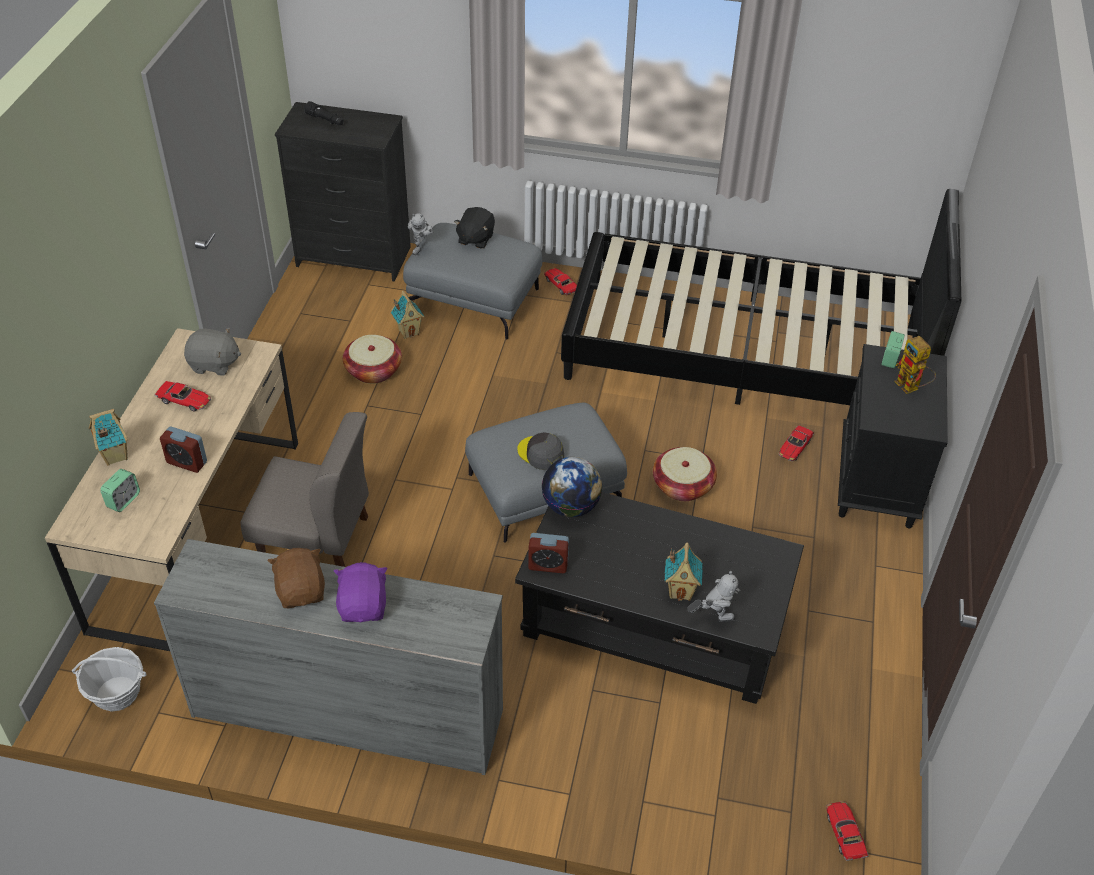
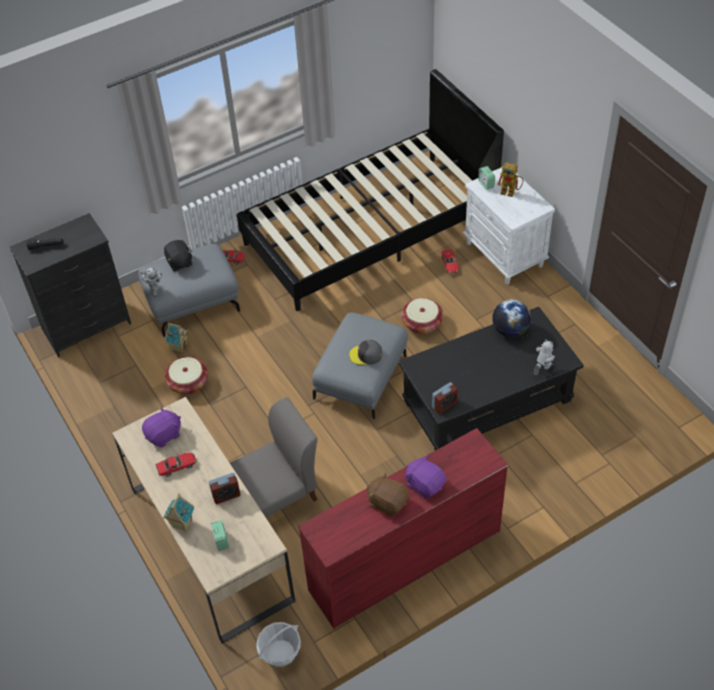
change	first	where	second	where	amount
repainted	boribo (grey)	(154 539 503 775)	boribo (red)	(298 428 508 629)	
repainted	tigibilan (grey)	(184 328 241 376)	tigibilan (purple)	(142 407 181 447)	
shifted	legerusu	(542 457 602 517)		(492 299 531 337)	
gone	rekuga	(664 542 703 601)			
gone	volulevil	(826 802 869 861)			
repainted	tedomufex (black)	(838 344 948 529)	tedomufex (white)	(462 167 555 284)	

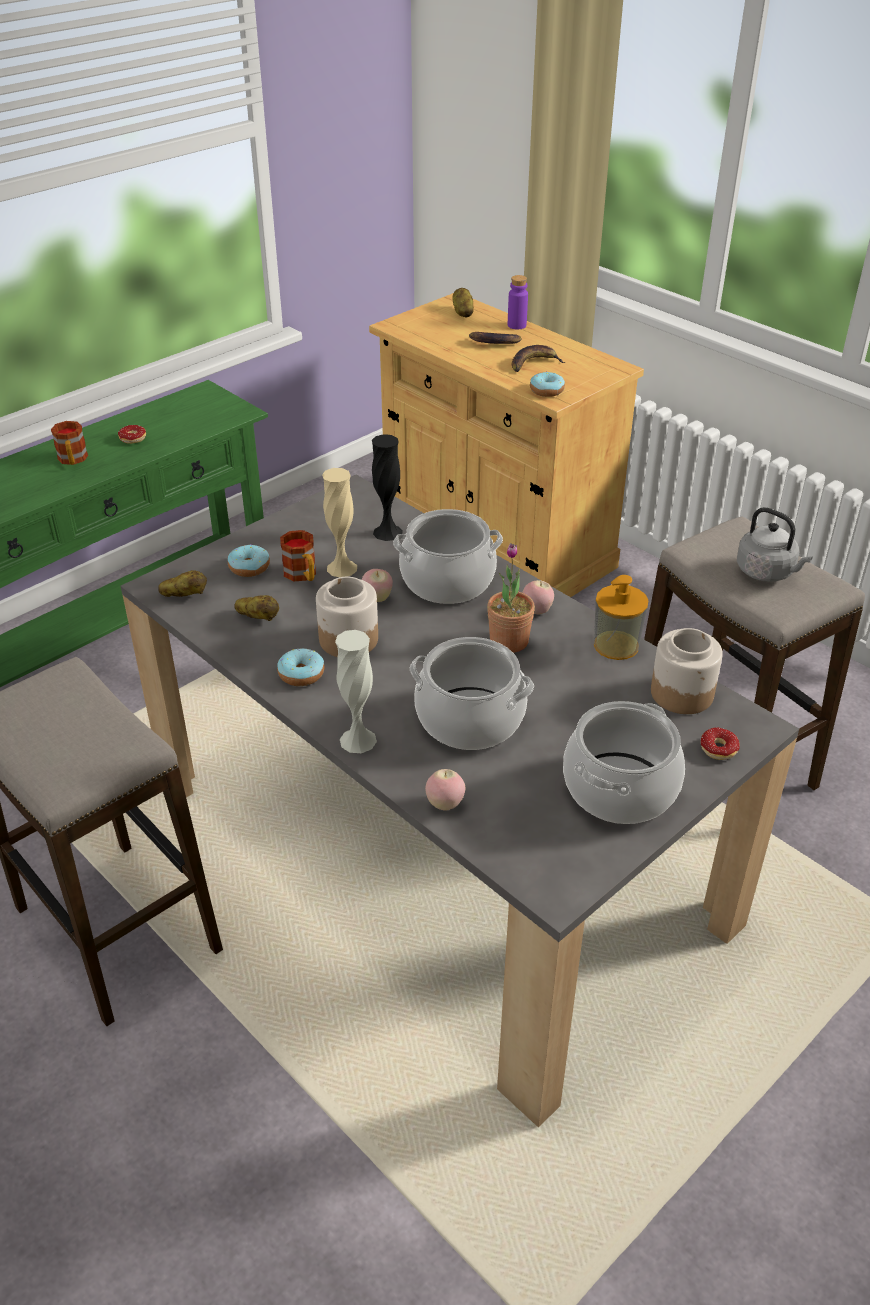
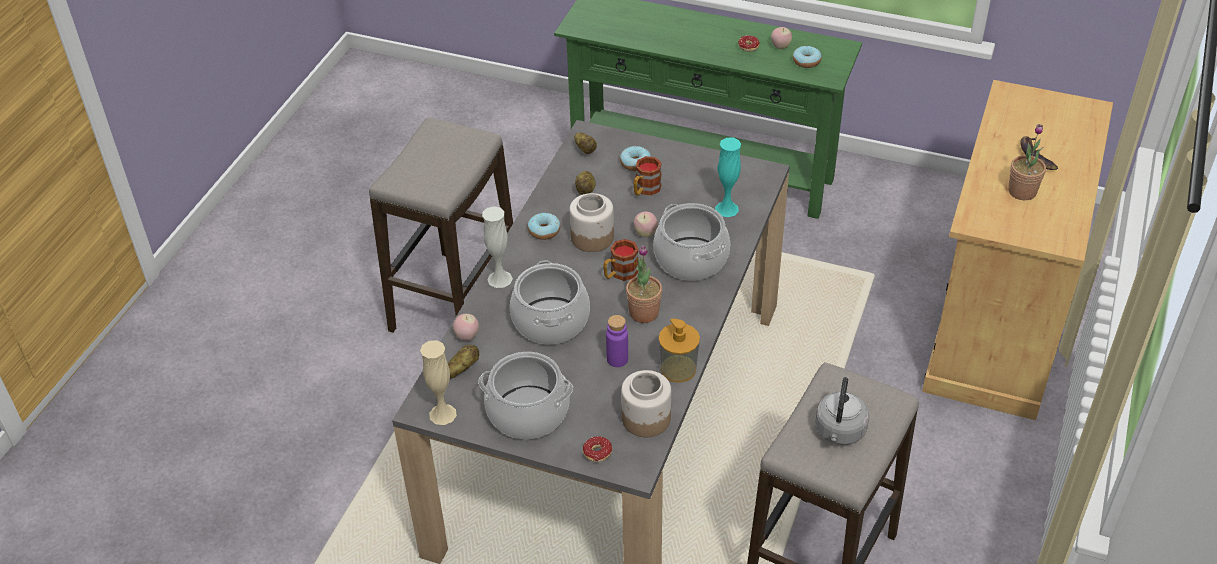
change	first	where	second	where	amount
shifted	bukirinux	(51 421 88 465)		(603 239 638 281)	
shifted	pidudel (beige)	(322 468 357 577)		(420 340 457 425)	
repainted	pidudel (black)	(372 434 403 541)	pidudel (turquoise)	(715 138 741 217)	
shifted	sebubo	(452 288 474 318)		(448 345 479 378)	
shifted	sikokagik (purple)	(508 275 528 330)		(606 315 628 367)	
swapped	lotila	(512 345 565 372)	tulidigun	(1008 124 1046 200)	
shifted	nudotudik	(522 580 554 614)		(771 27 792 49)	
shifted	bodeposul	(530 371 565 397)		(793 46 822 68)	

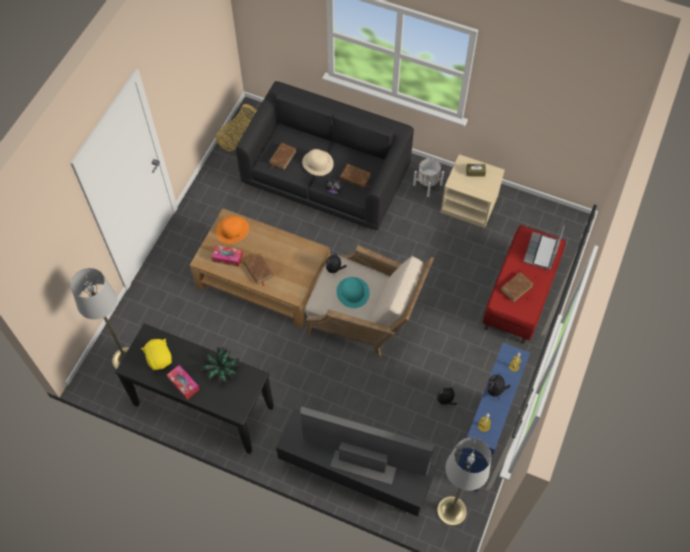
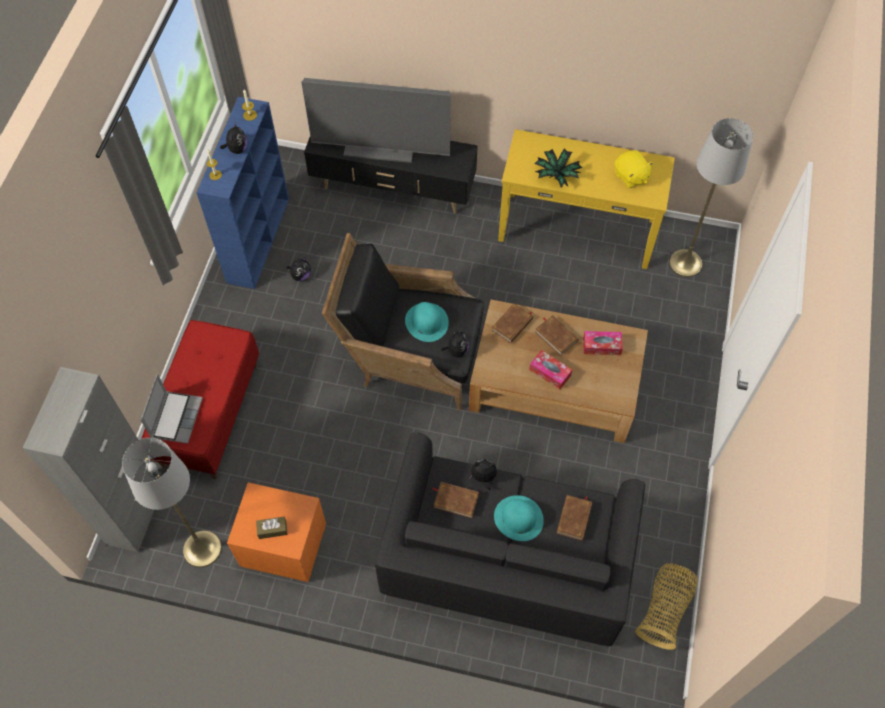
change	first	where	second	where	amount
repainted	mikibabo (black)	(115 324 274 454)	mikibabo (yellow)	(498 129 675 269)	
shifted	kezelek	(167 365 200 400)		(529 350 572 389)	
gone	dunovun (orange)	(216 216 249 244)			
repainted	dunovun (beige)	(302 149 334 176)	dunovun (turquoise)	(494 495 544 541)	
repainted	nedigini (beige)	(306 245 434 357)	nedigini (black)	(322 233 484 410)	
gone	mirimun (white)	(413 158 444 197)			
shifted	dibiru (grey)	(437 437 491 526)		(122 438 222 568)	
repainted	tedomufex (beige)	(440 154 505 228)	tedomufex (orange)	(227 482 326 582)	
shifted	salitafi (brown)	(500 272 534 302)		(492 303 533 344)	
new			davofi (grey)	(23 367 161 552)	

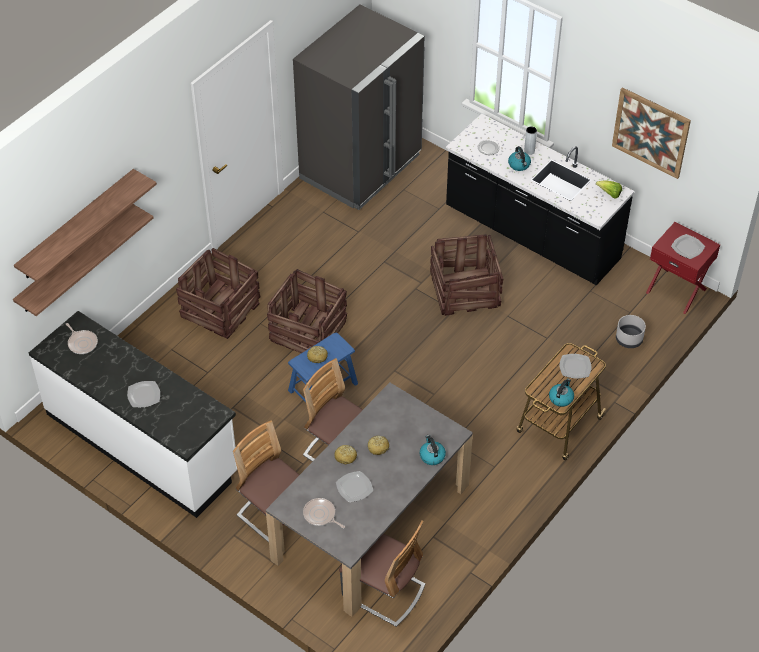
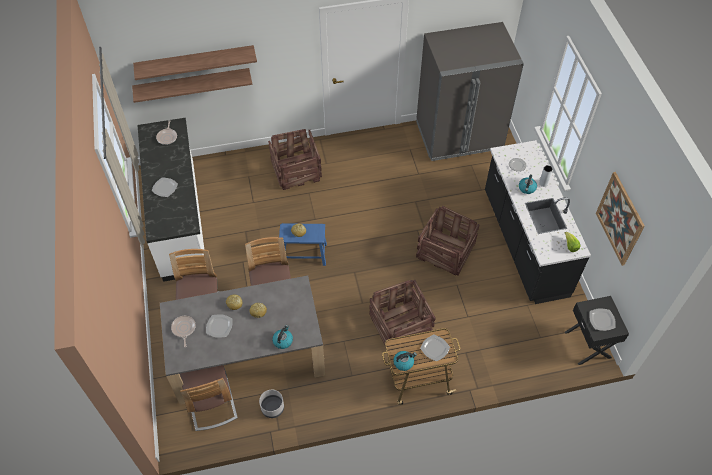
change	first	where	second	where	amount
shifted	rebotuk	(267 269 347 353)		(369 280 436 350)	
shifted	mirimun (grey)	(616 315 646 348)		(259 390 284 418)	
repainted	tedomufex (red)	(646 222 720 314)	tedomufex (black)	(565 296 629 365)	

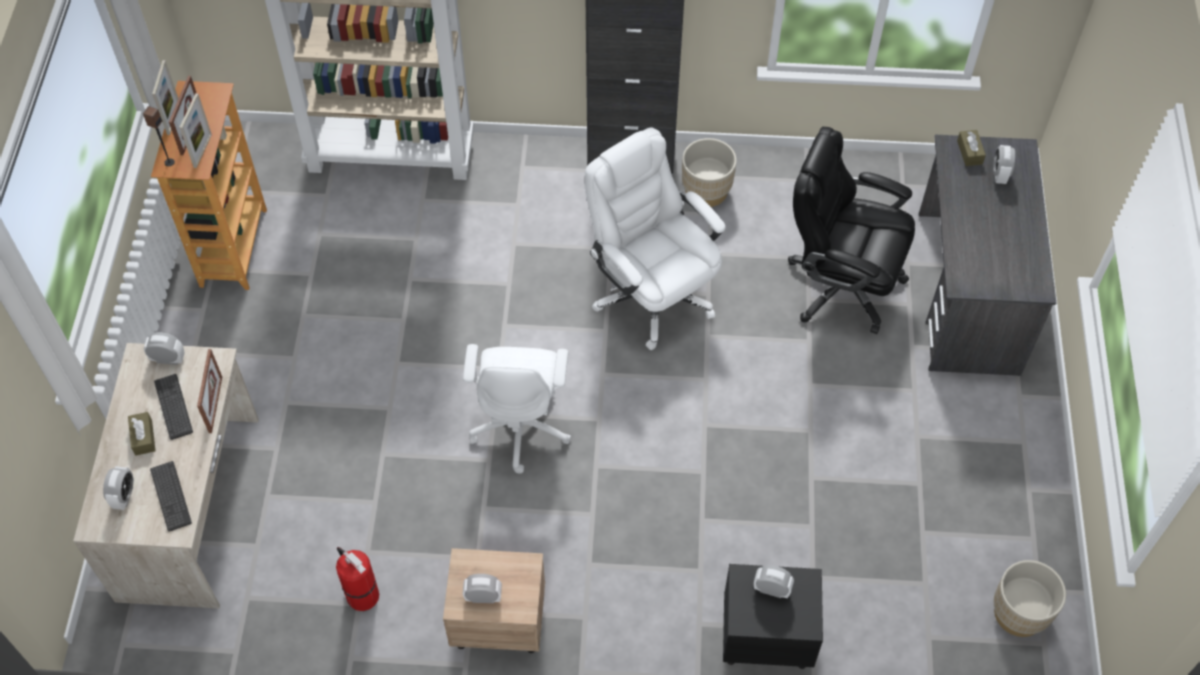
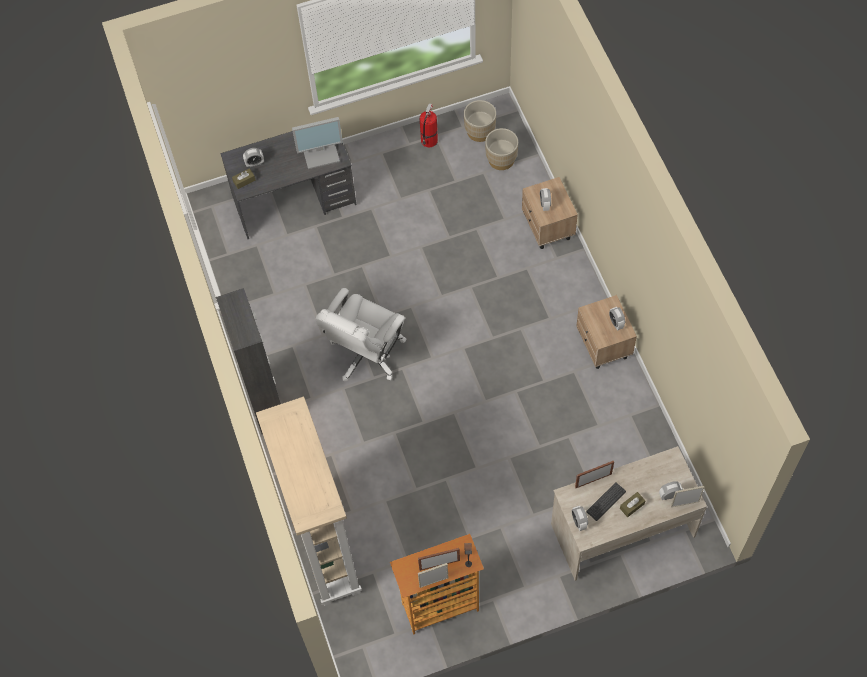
change	first	where	second	where	amount
gone	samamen	(150 461 192 532)			
shifted	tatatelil	(179 93 212 168)		(671 486 704 508)	
shifted	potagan	(336 547 379 611)		(420 104 438 147)	
gone	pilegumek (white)	(463 344 571 474)			
shifted	mirimun (beige)	(682 138 737 207)		(485 128 518 170)	
repainted	tedomufex (black)	(723 564 823 669)	tedomufex (beige)	(522 177 578 249)	
gone	pilegumek (black)	(788 126 915 334)			
new			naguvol	(292 117 343 169)	

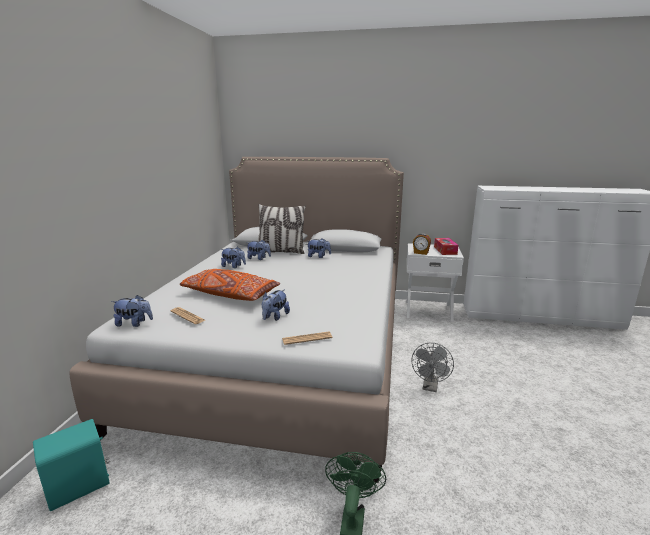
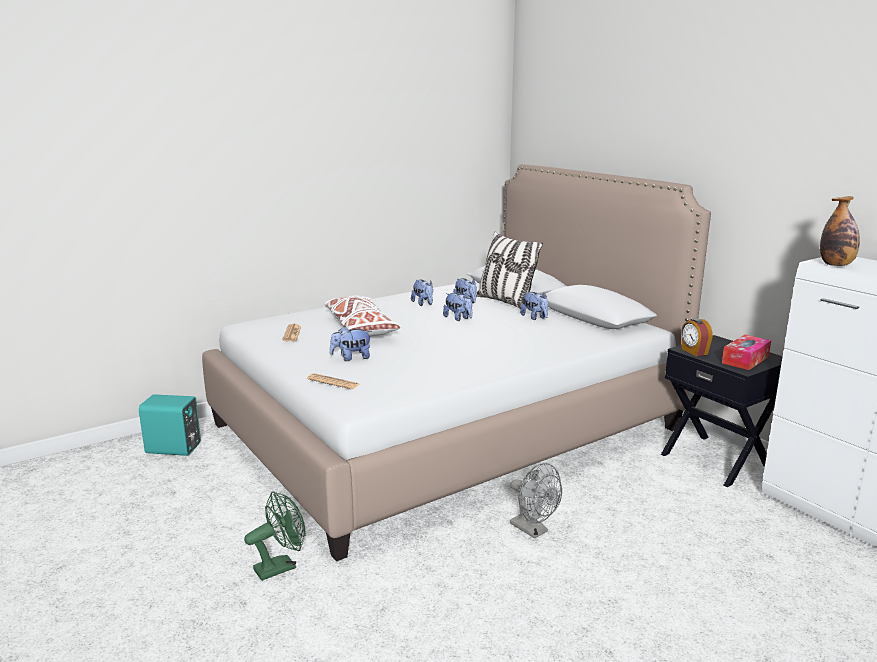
change	first	where	second	where	amount
shifted	tigibilan	(112 295 153 327)		(443 293 472 321)	
repainted	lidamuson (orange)	(180 269 280 301)	lidamuson (white)	(325 296 400 337)	
repainted	tedomufex (white)	(407 243 464 322)	tedomufex (black)	(661 335 783 487)	
rotated	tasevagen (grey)	(411 343 454 392)		(510 463 562 539)	105 degrees counterclockwise
new			sikokagik	(820 196 860 266)	

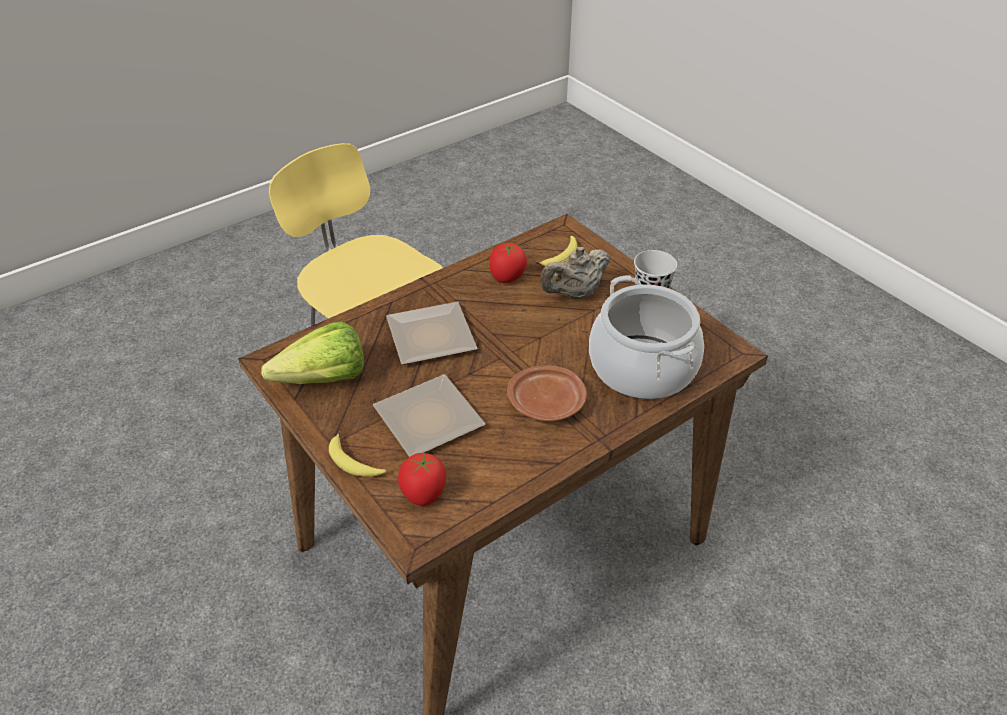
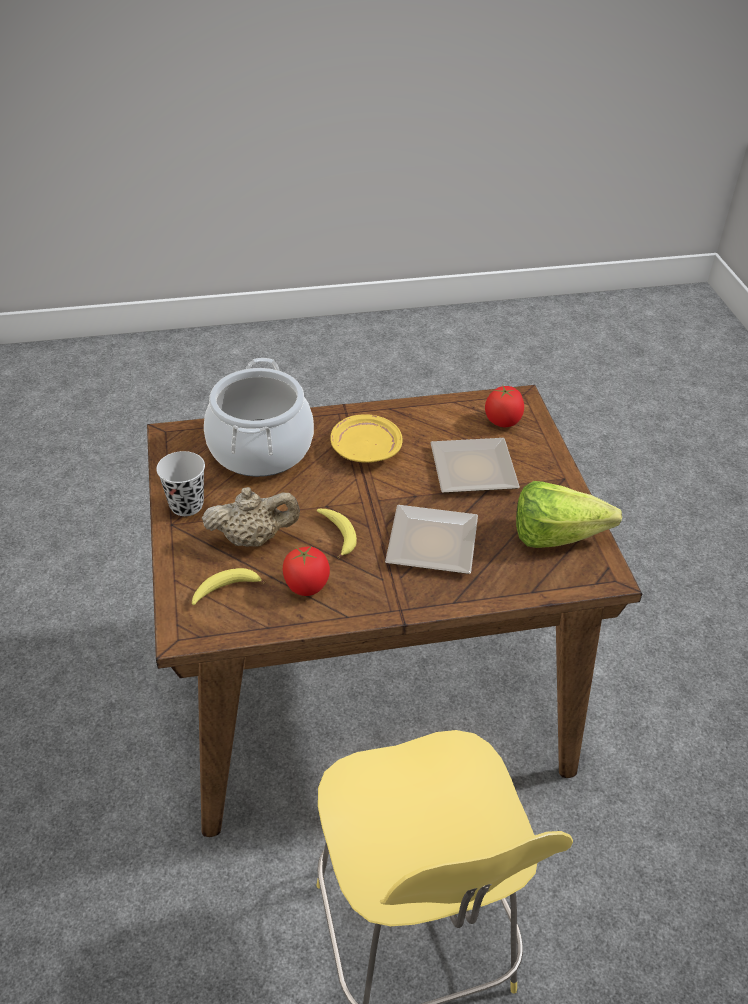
change	first	where	second	where	amount
shifted	lotila	(329 431 386 477)		(317 509 357 558)	
repainted	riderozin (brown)	(507 365 587 421)	riderozin (yellow)	(330 414 402 463)	

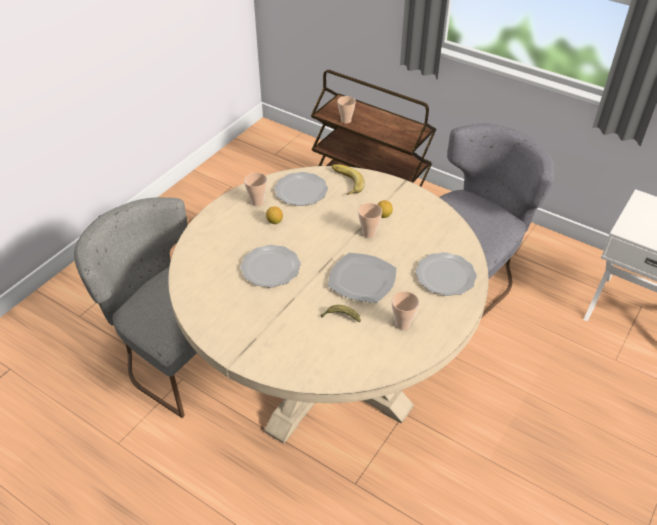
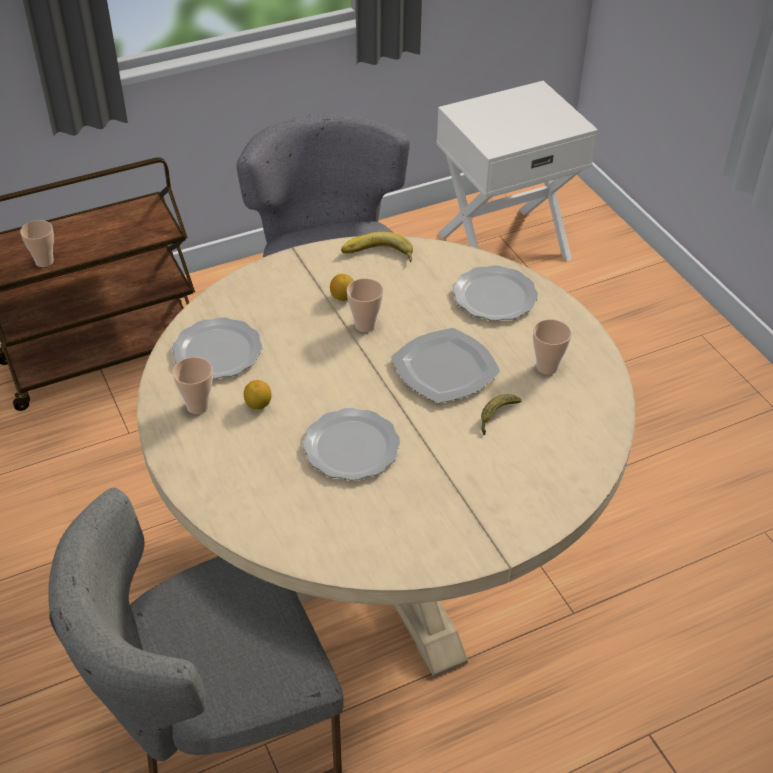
change	first	where	second	where	amount
shifted	lotila	(332 164 365 195)		(341 232 413 262)	

